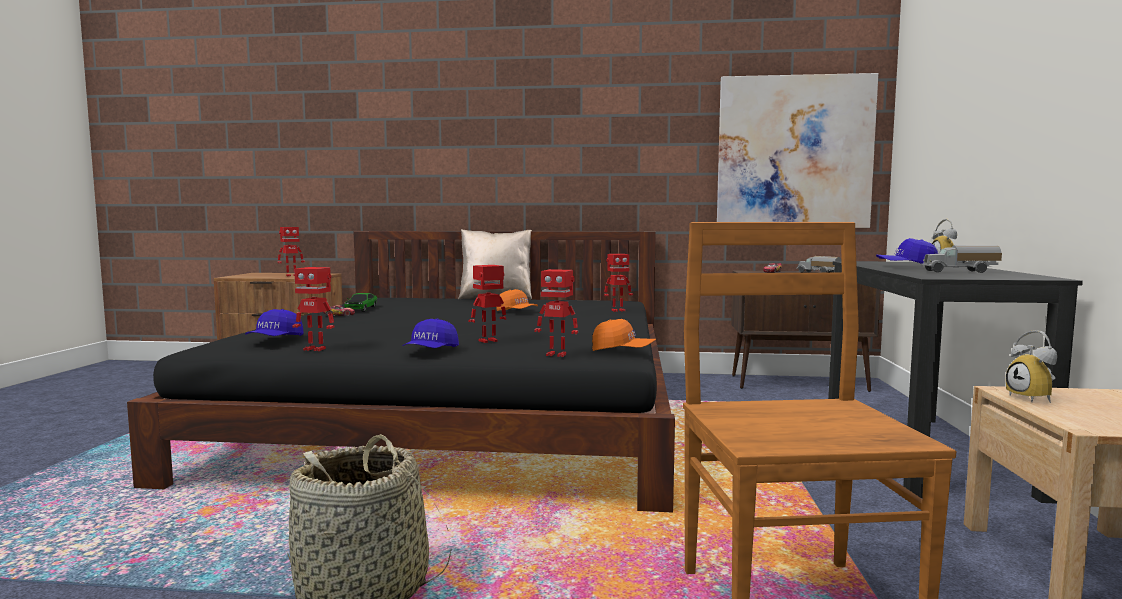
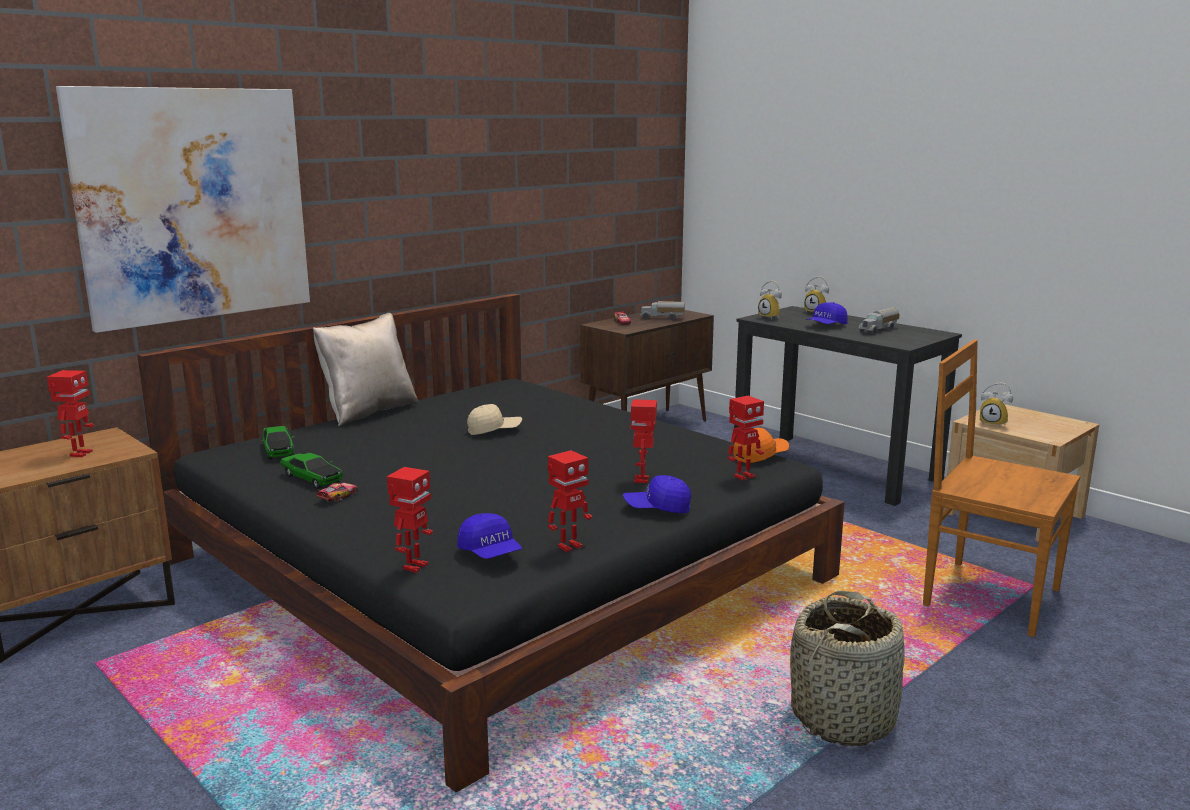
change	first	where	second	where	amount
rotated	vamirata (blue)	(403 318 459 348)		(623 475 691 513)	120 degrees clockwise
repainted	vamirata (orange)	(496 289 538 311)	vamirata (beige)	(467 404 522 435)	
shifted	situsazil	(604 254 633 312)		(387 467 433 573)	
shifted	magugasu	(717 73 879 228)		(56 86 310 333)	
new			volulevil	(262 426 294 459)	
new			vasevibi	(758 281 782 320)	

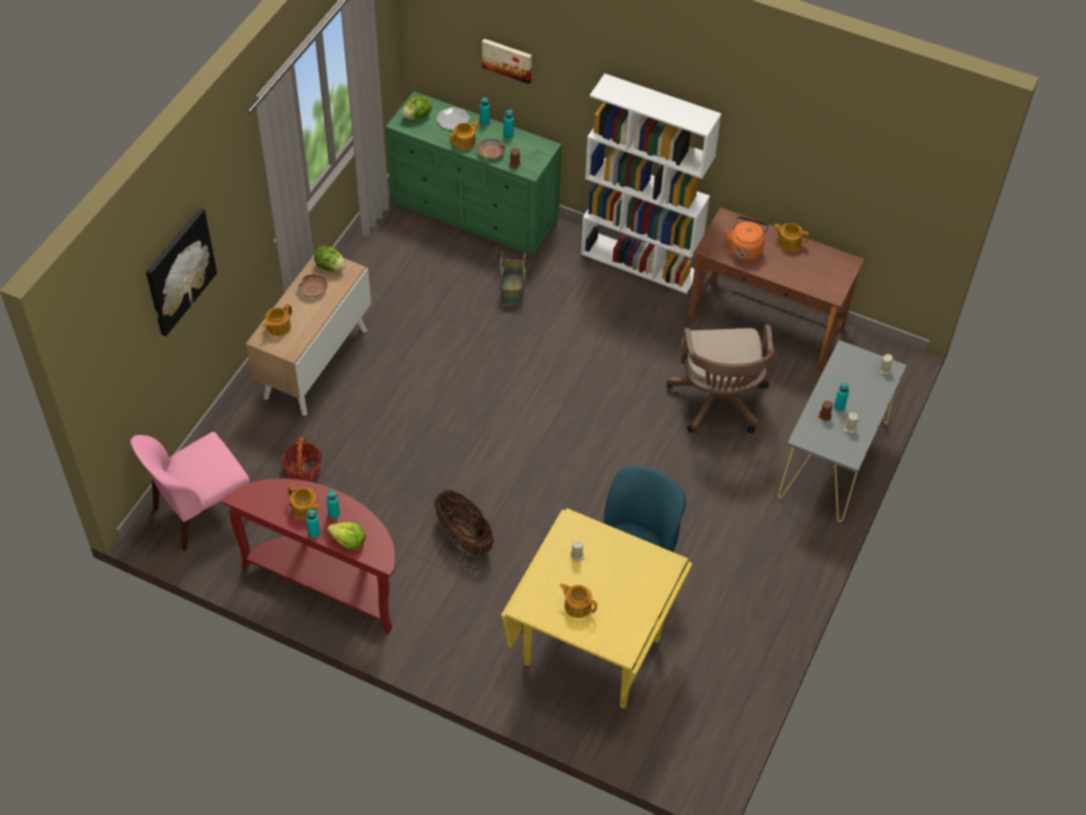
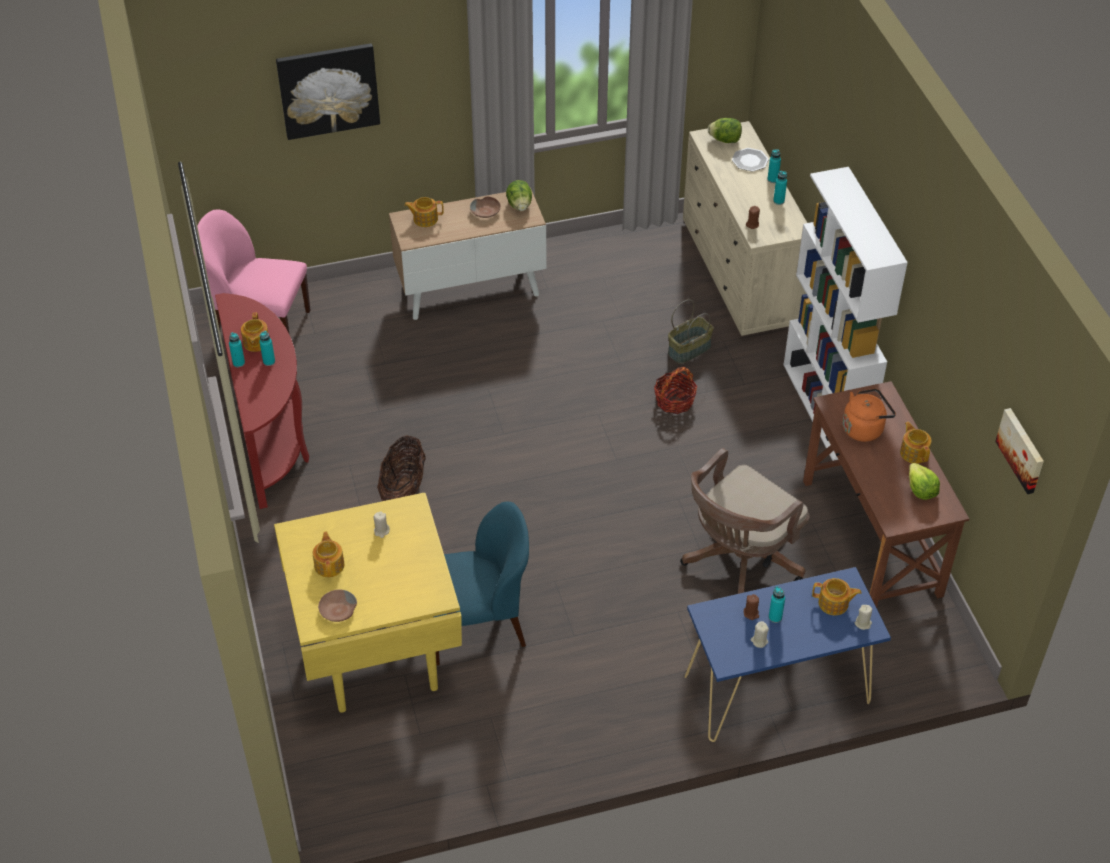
change	first	where	second	where	amount
shifted	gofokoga	(281 437 322 481)		(654 367 698 414)	
shifted	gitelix	(327 522 366 550)		(909 463 940 500)	
repainted	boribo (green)	(386 91 562 254)	boribo (beige)	(683 121 807 336)	
shifted	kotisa	(450 121 479 150)		(812 578 861 615)	
shifted	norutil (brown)	(477 138 505 159)		(318 590 357 622)	
shifted	magugasu	(482 39 532 84)		(995 408 1044 494)	
repainted	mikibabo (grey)	(778 340 907 522)	mikibabo (blue)	(684 567 891 742)	

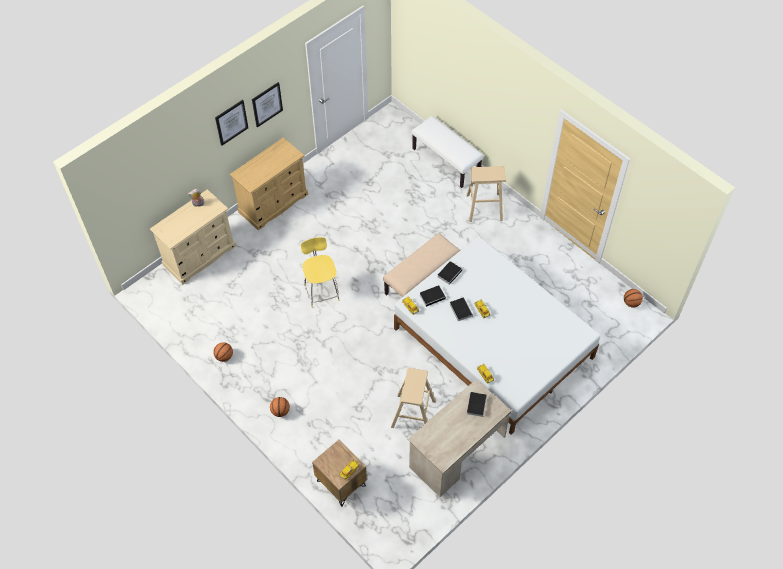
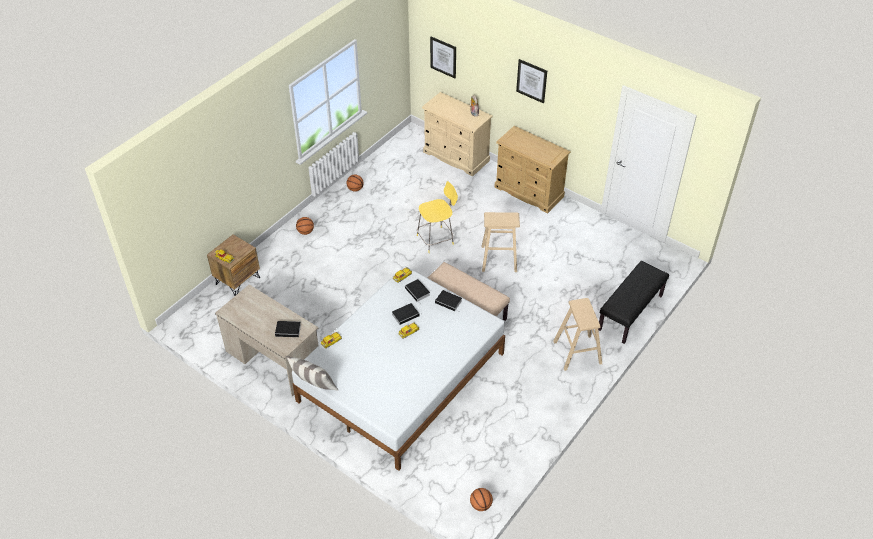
change	first	where	second	where	amount
shifted	magugasu	(252 82 283 128)		(430 36 456 78)	
shifted	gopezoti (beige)	(391 368 436 428)		(482 212 520 272)	
repainted	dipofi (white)	(412 116 483 188)	dipofi (black)	(598 261 669 344)	
new			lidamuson	(285 356 338 391)	

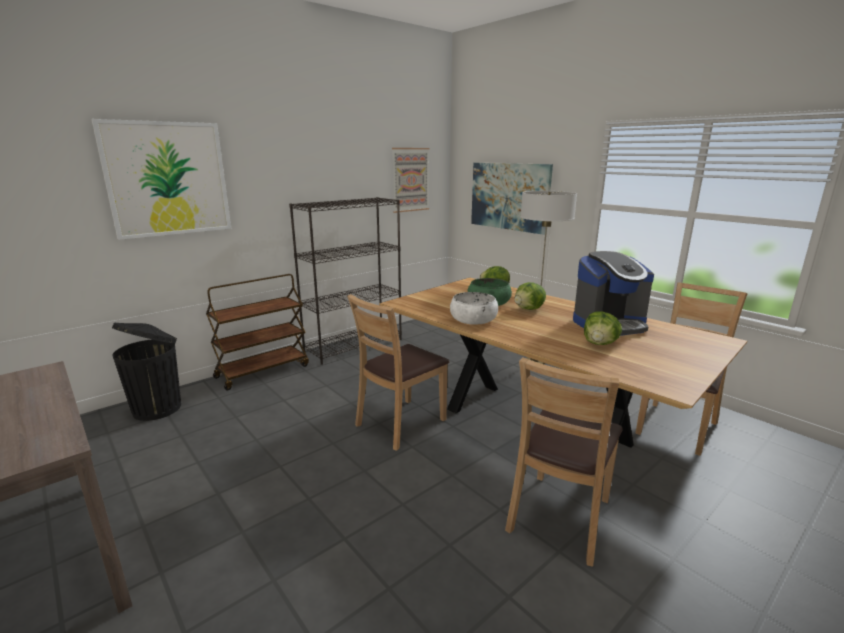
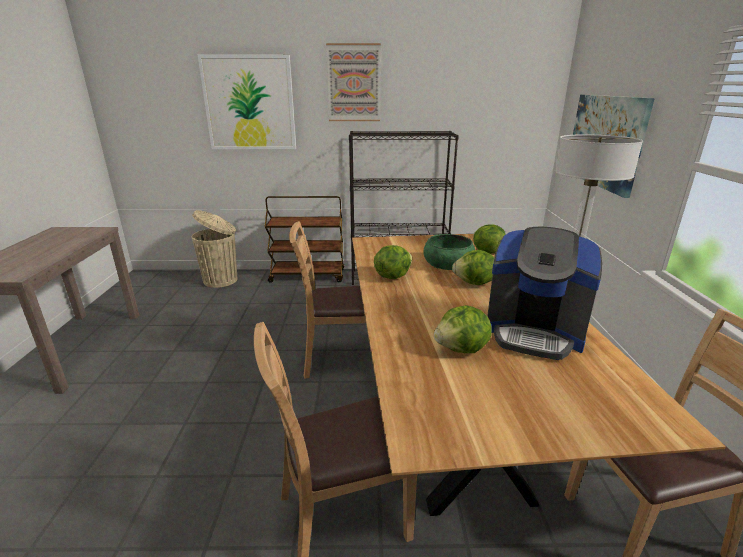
change	first	where	second	where	amount
repainted	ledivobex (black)	(112 323 181 421)	ledivobex (beige)	(191 210 237 288)	
shifted	magugasu	(392 148 429 213)		(326 43 381 121)	
swapped	norutil (white)	(450 292 498 325)	gitelix	(374 245 412 279)	

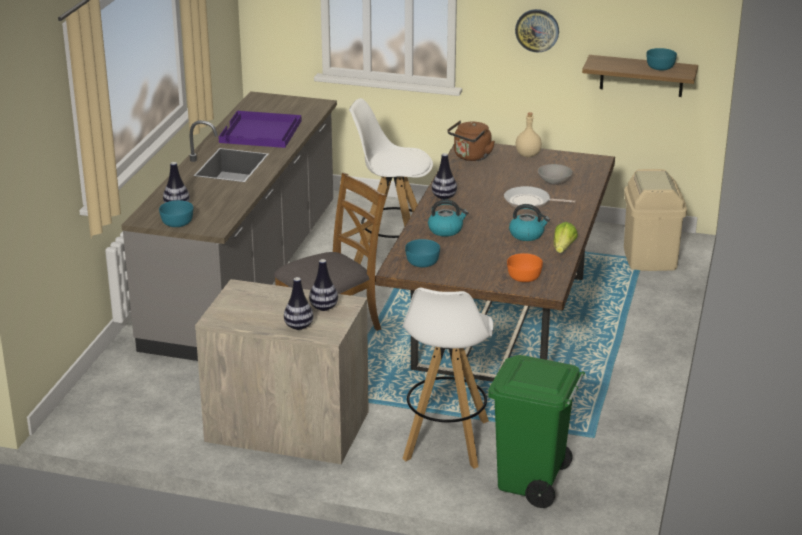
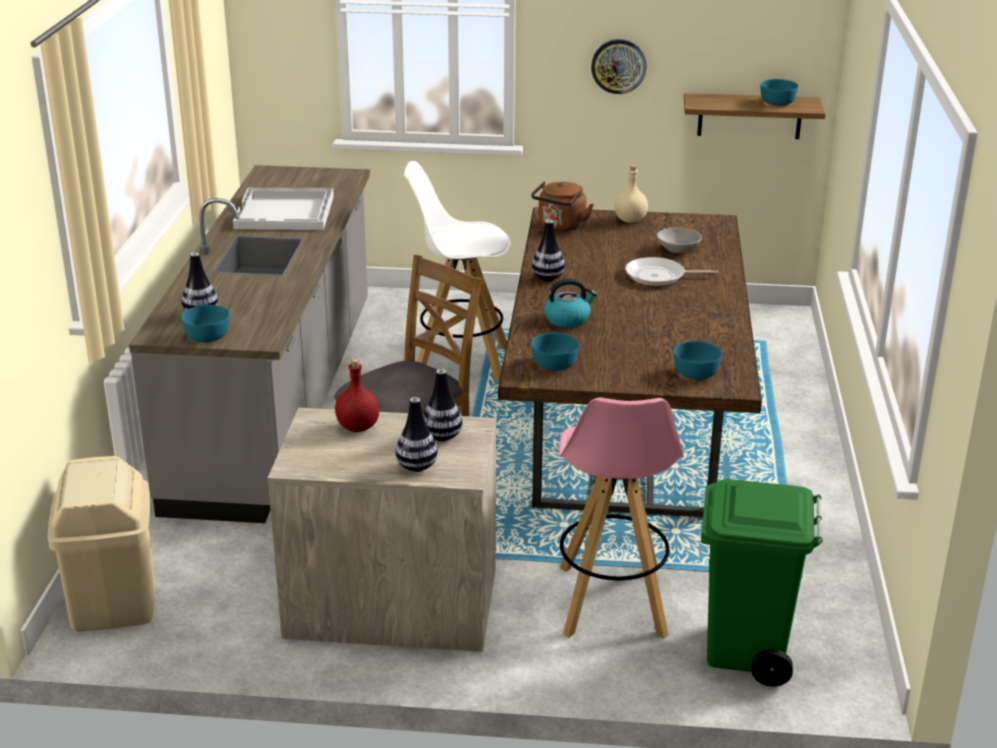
change	first	where	second	where	amount
repainted	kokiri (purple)	(219 111 302 148)	kokiri (white)	(233 188 334 230)	
repainted	gopezoti (white)	(402 288 493 469)	gopezoti (pink)	(559 398 684 639)	
repainted	norutil (orange)	(507 253 543 282)	norutil (turquoise)	(674 341 722 380)	
gone	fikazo	(509 204 550 241)			
gone	gitelix	(554 222 578 253)			
shifted	ledivobex (beige)	(624 169 687 271)		(48 456 155 632)	
new			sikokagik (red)	(335 359 380 432)	

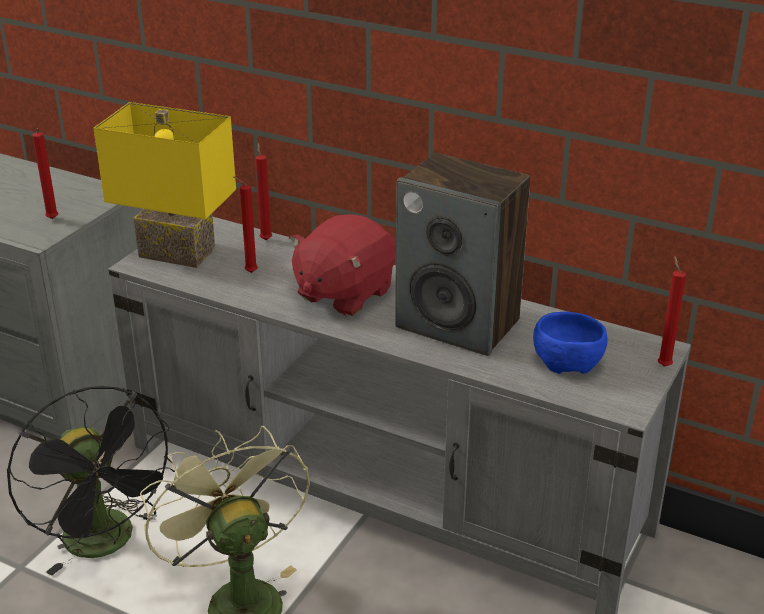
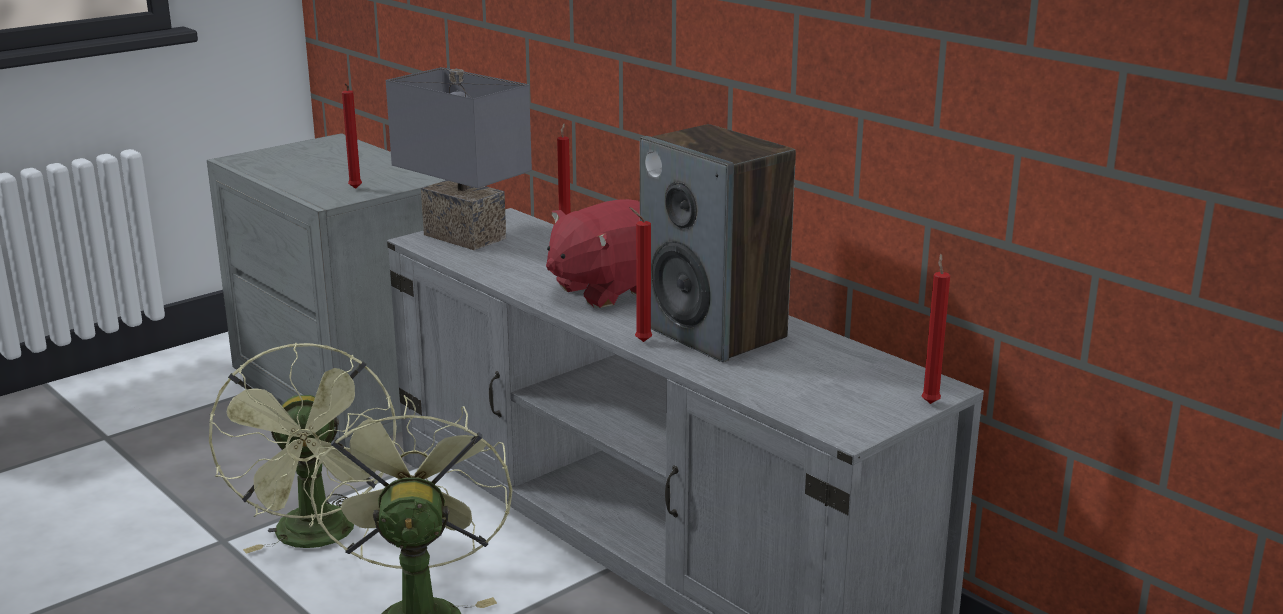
change	first	where	second	where	amount
repainted	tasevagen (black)	(7 386 175 576)	tasevagen (green)	(209 343 397 554)	
repainted	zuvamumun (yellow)	(94 102 236 268)	zuvamumun (grey)	(386 67 532 250)	
shifted	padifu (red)	(233 176 258 273)		(630 207 652 342)	
gone	norutil (blue)	(533 312 608 374)			

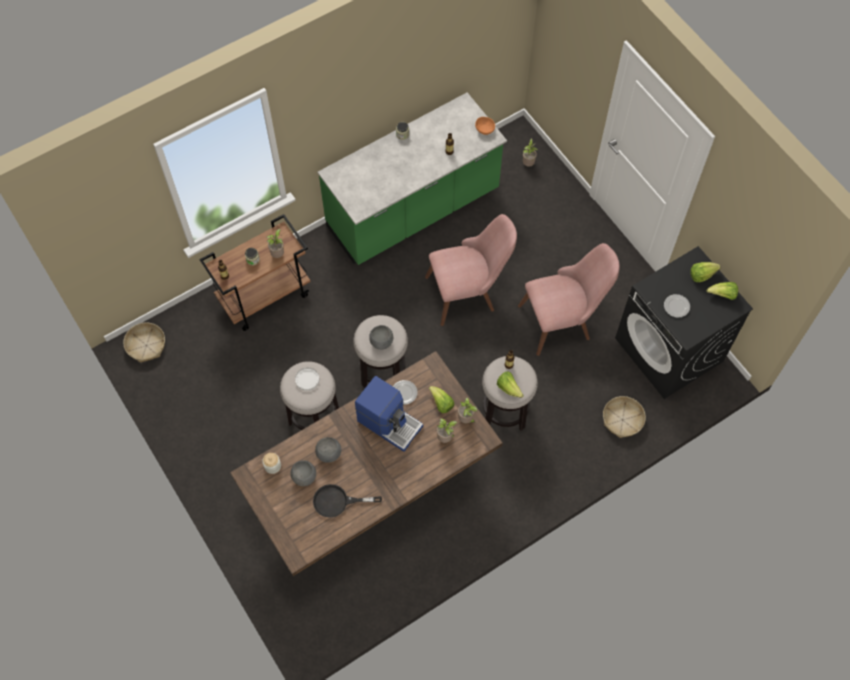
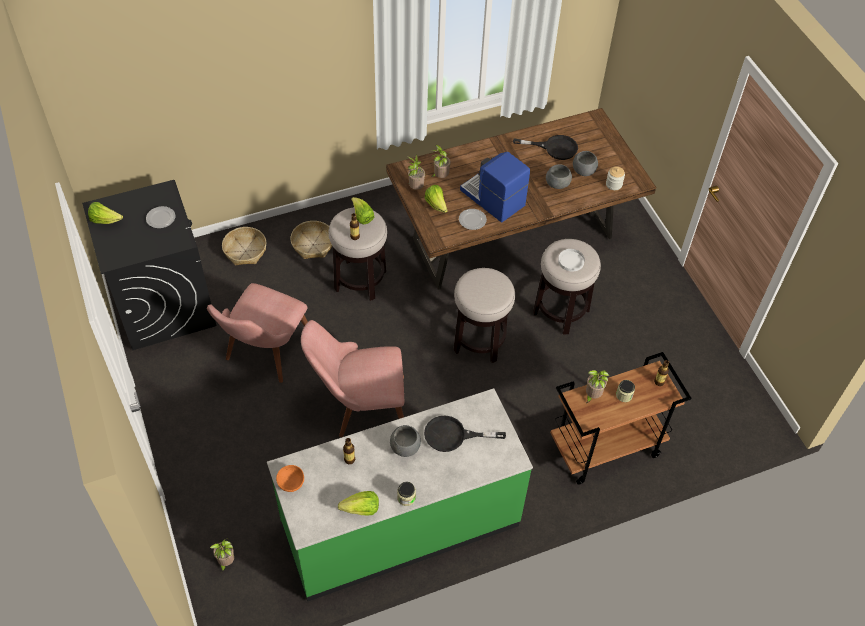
change	first	where	second	where	amount
shifted	gofokoga	(123 322 165 362)		(290 221 332 259)	
shifted	norutil (grey)	(369 325 393 350)		(390 425 421 457)	
rotated	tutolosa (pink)	(518 243 620 356)		(207 283 308 383)	60 degrees counterclockwise
shifted	gitelix	(691 262 720 282)		(338 491 379 515)	
new			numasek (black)	(424 415 506 452)	

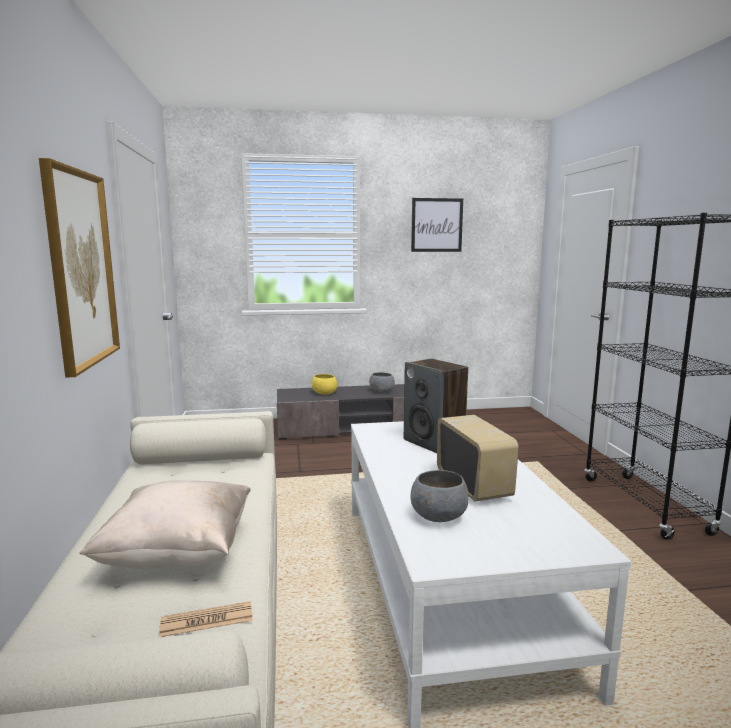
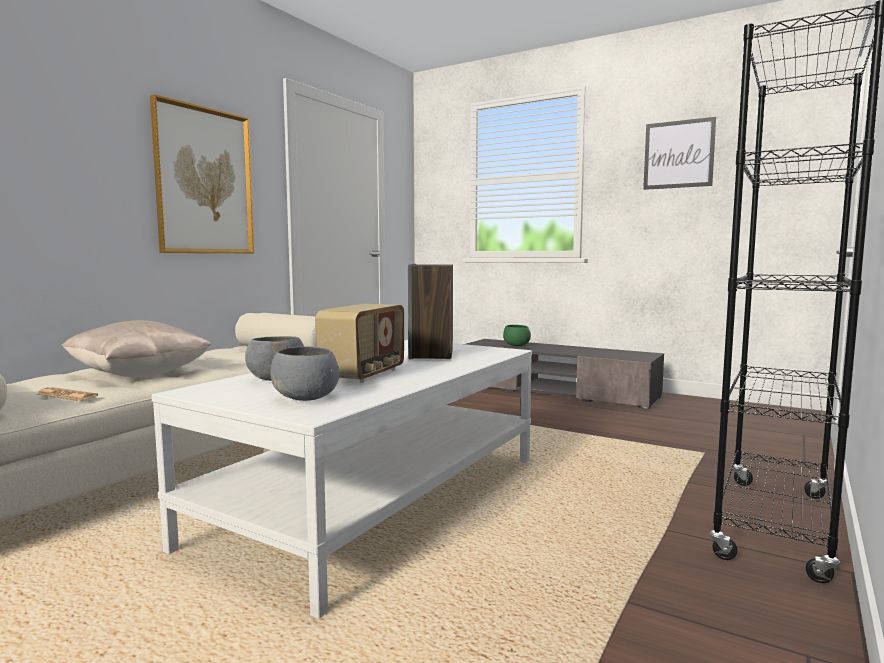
change	first	where	second	where	amount
repainted	norutil (yellow)	(312 374 337 395)	norutil (green)	(503 325 531 346)	
shifted	norutil (grey)	(369 372 395 393)		(270 347 340 401)	

